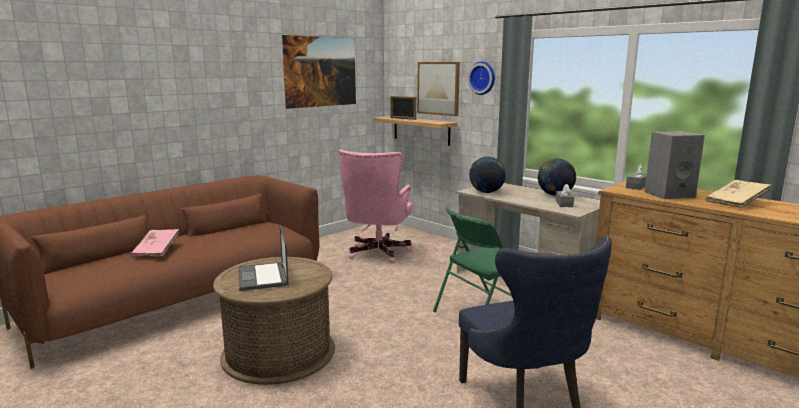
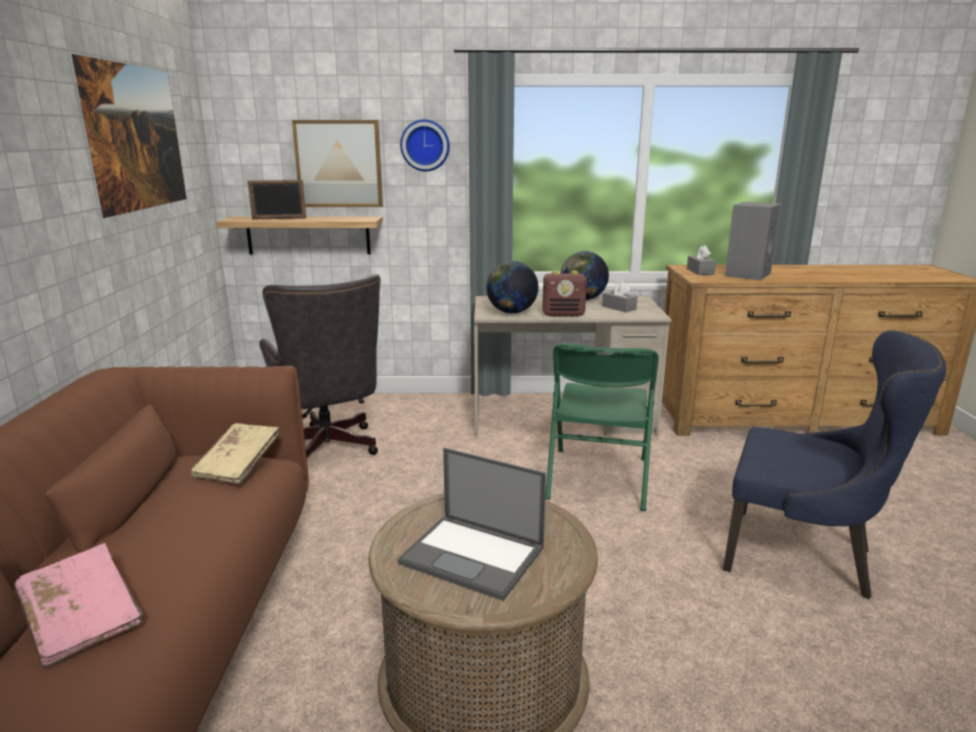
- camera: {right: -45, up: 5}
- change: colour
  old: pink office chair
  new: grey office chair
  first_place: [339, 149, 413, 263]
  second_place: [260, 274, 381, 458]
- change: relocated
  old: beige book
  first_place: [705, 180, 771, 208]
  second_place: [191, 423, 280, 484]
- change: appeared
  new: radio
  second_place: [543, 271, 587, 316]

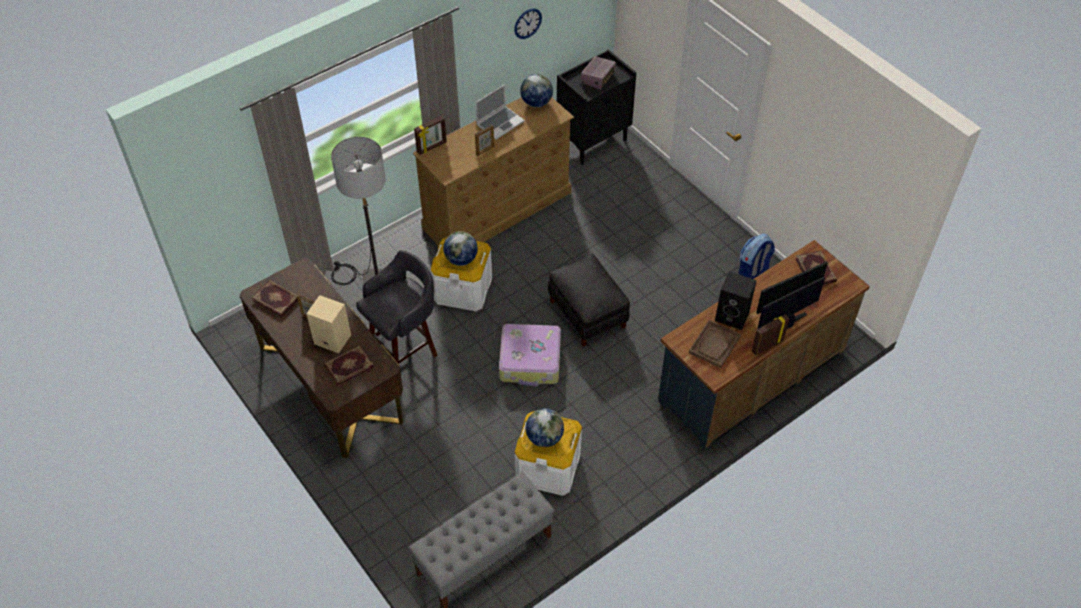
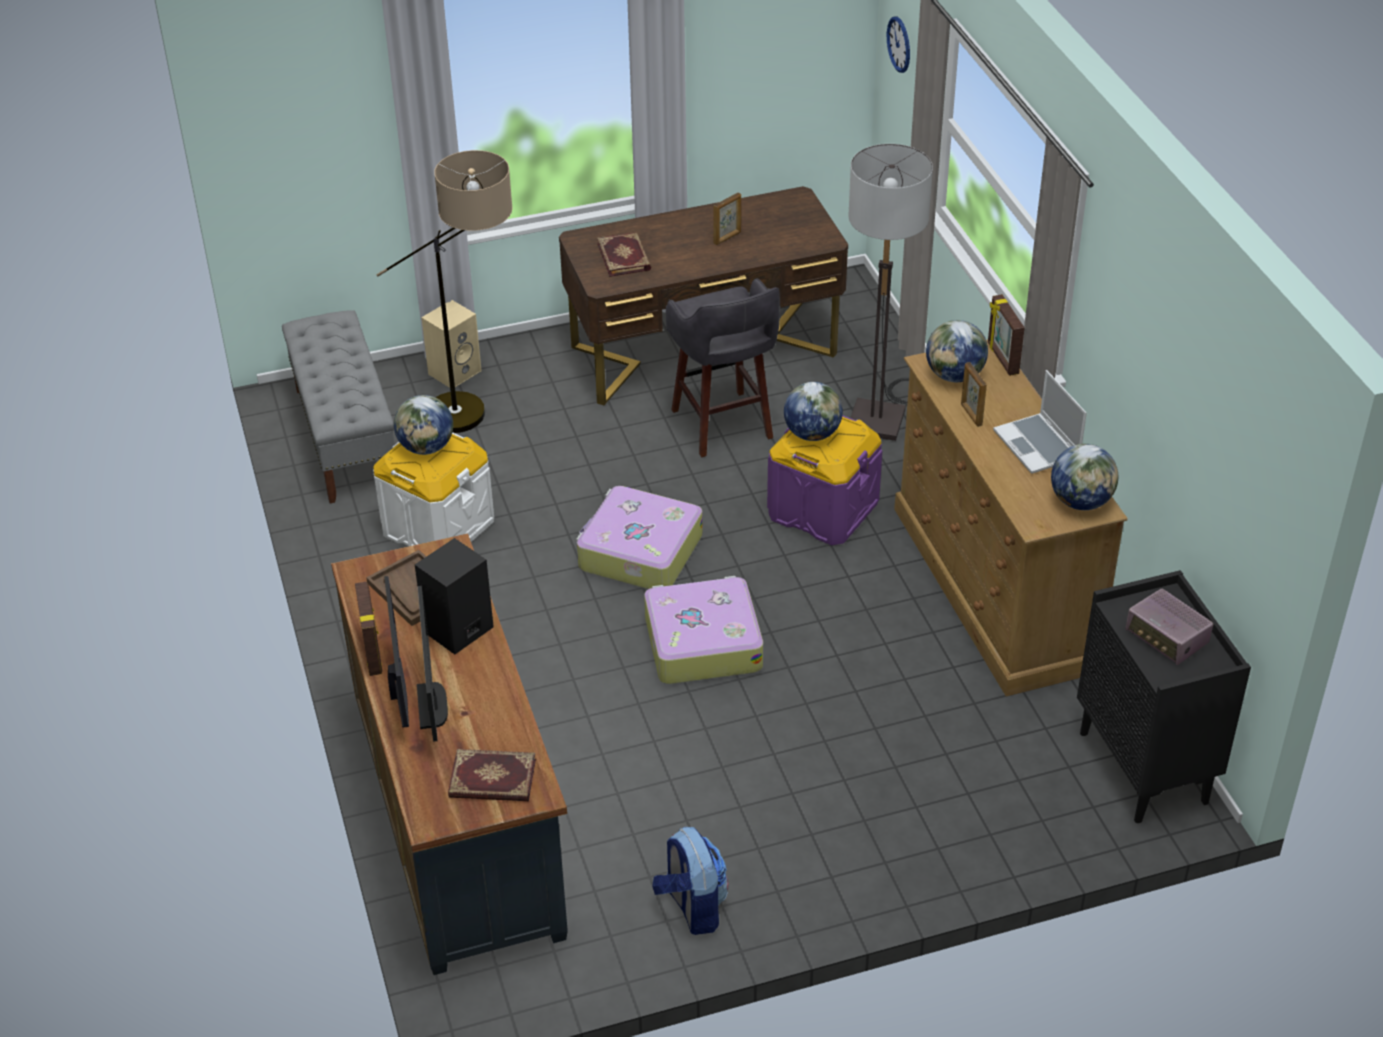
- camera: {right: 110, up: -10}
- change: relocated
  old: wall clock
  first_place: [514, 8, 542, 39]
  second_place: [887, 17, 910, 73]
- change: colour
  old: white storage box
  new: purple storage box
  first_place: [431, 237, 492, 311]
  second_place: [767, 415, 882, 545]
- change: exchanged
  old: black ottoman
  new: suitcase
  first_place: [548, 253, 630, 346]
  second_place: [644, 576, 763, 684]
- change: missing
  old: book
  first_place: [251, 280, 298, 317]
- change: relocated
  old: beige speaker
  first_place: [307, 295, 351, 353]
  second_place: [421, 300, 482, 388]
- change: appeared
  new: floor lamp
  second_place: [377, 150, 513, 433]
- change: appeared
  new: globe
  second_place: [926, 320, 988, 382]

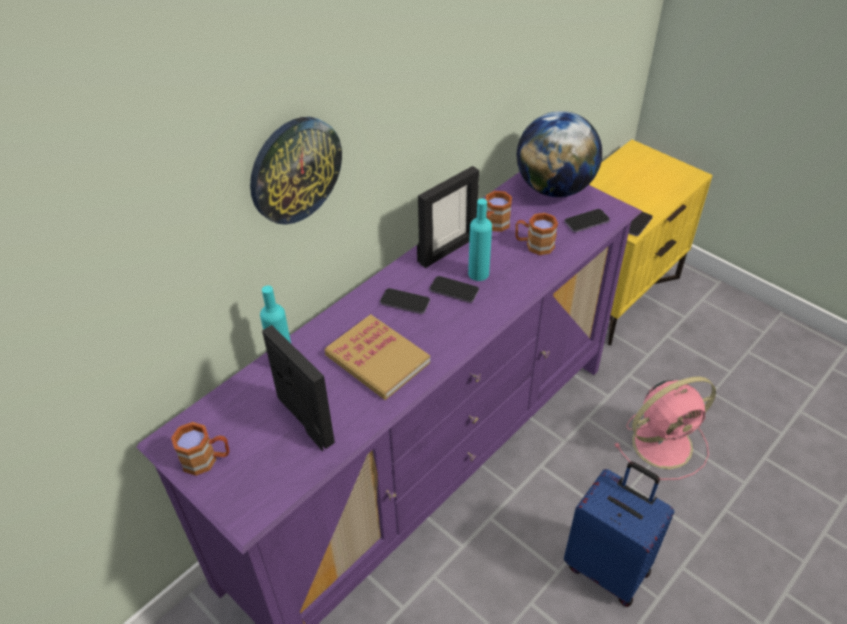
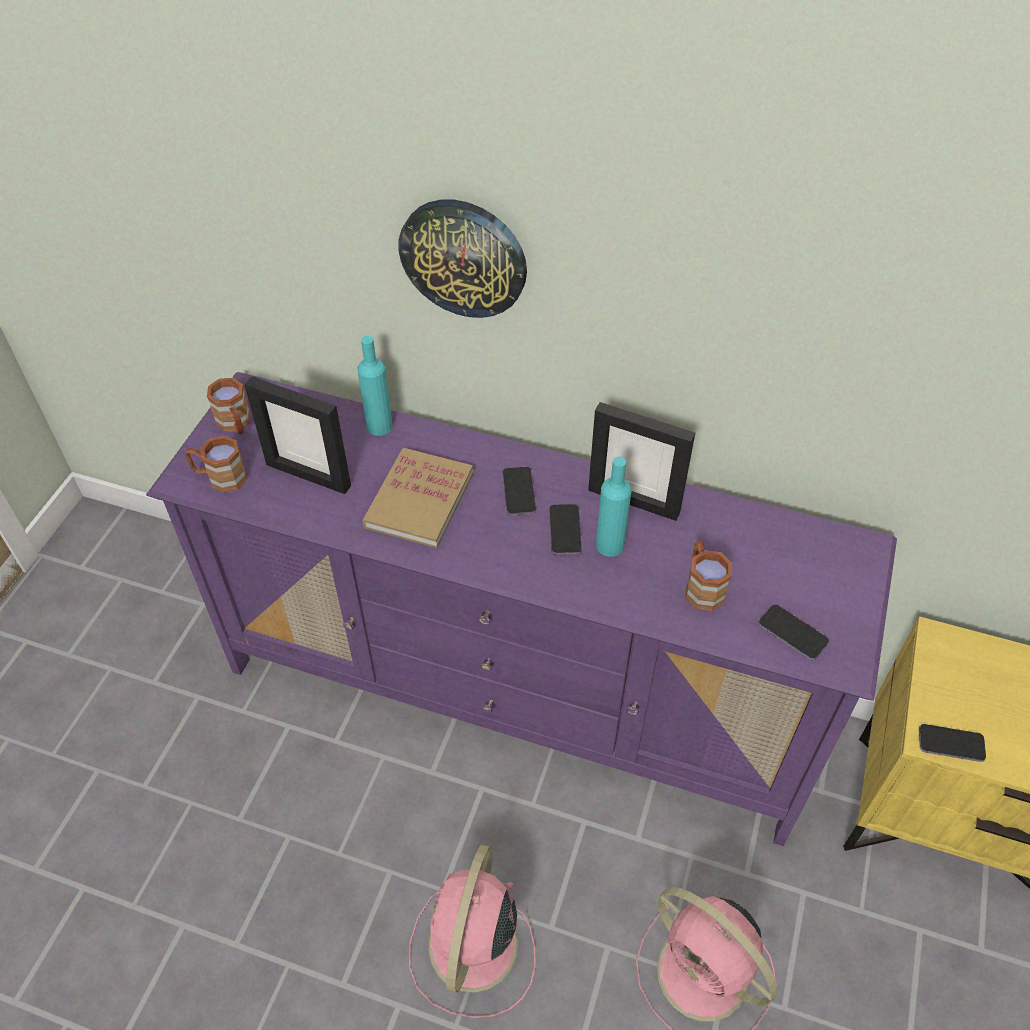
- camera: {right: 65, up: 5}
- change: missing
  old: globe
  first_place: [517, 111, 602, 197]
- change: relocated
  old: brown mug
  first_place: [486, 191, 512, 232]
  second_place: [186, 436, 247, 493]
- change: spun
  old: picture frame
  first_place: [262, 325, 335, 451]
  second_place: [244, 376, 351, 494]
  degrees: 90
- change: exchanged
  old: blue suitcase
  new: pink fan
  first_place: [564, 461, 674, 607]
  second_place: [409, 845, 536, 1018]

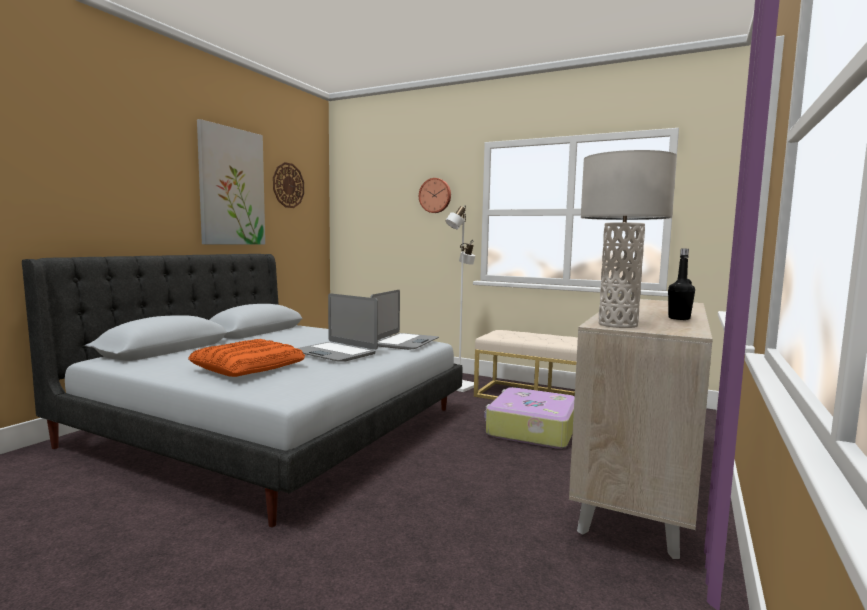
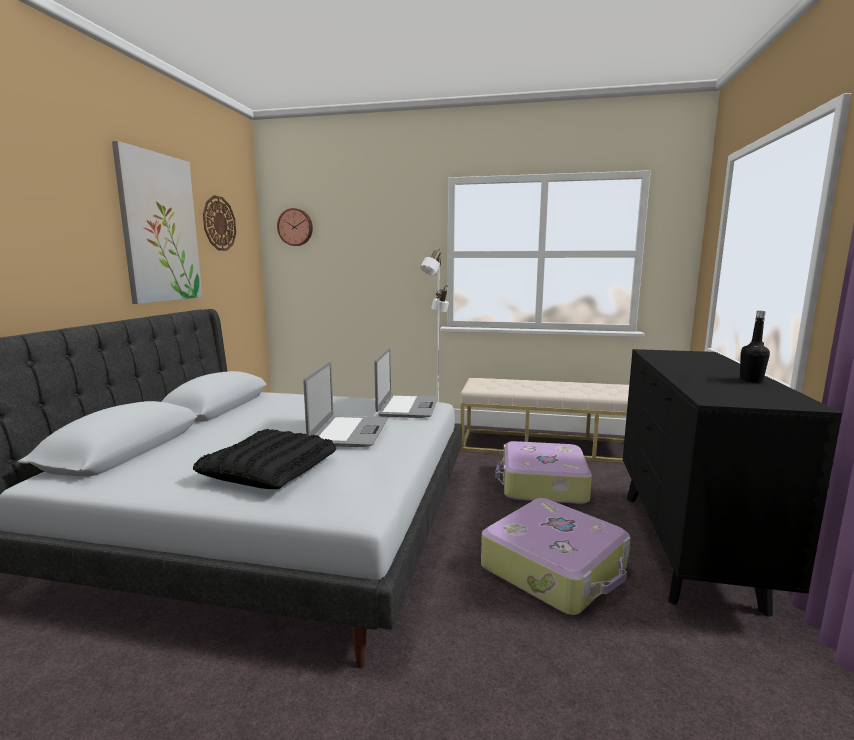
- camera: {right: -15, up: 5}
- change: missing
  old: white table lamp
  first_place: [581, 150, 677, 328]
- change: relocated
  old: wall clock
  first_place: [419, 178, 451, 213]
  second_place: [277, 208, 313, 246]
- change: spun
  old: laptop
  first_place: [297, 293, 378, 362]
  second_place: [303, 362, 388, 447]
  degrees: -105
- change: colour
  old: white dresser
  new: black dresser
  first_place: [569, 298, 713, 559]
  second_place: [623, 349, 842, 617]
- change: colour
  old: orange pillow
  new: black pillow
  first_place: [189, 339, 305, 377]
  second_place: [193, 429, 336, 489]
- change: appeared
  new: suitcase
  second_place: [481, 498, 631, 615]

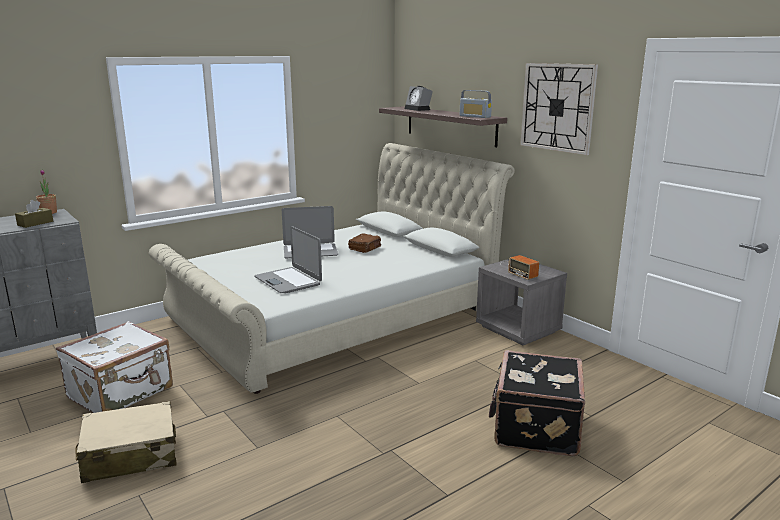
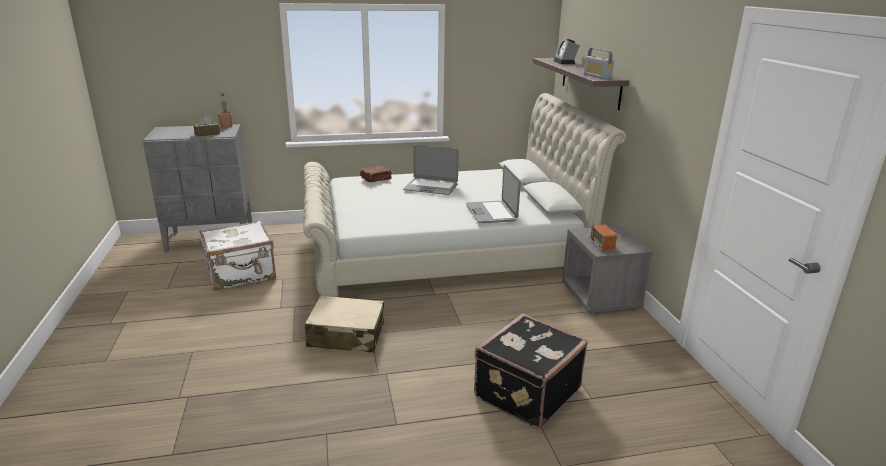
- camera: {right: 25, up: 5}
- change: missing
  old: wall clock
  first_place: [520, 63, 598, 155]
- change: relocated
  old: laptop
  first_place: [254, 226, 322, 293]
  second_place: [466, 165, 521, 223]
- change: relocated
  old: brown book
  first_place: [348, 233, 381, 253]
  second_place: [360, 165, 392, 182]
- change: relocated
  old: beige suitcase
  first_place: [75, 401, 177, 483]
  second_place: [305, 295, 384, 353]

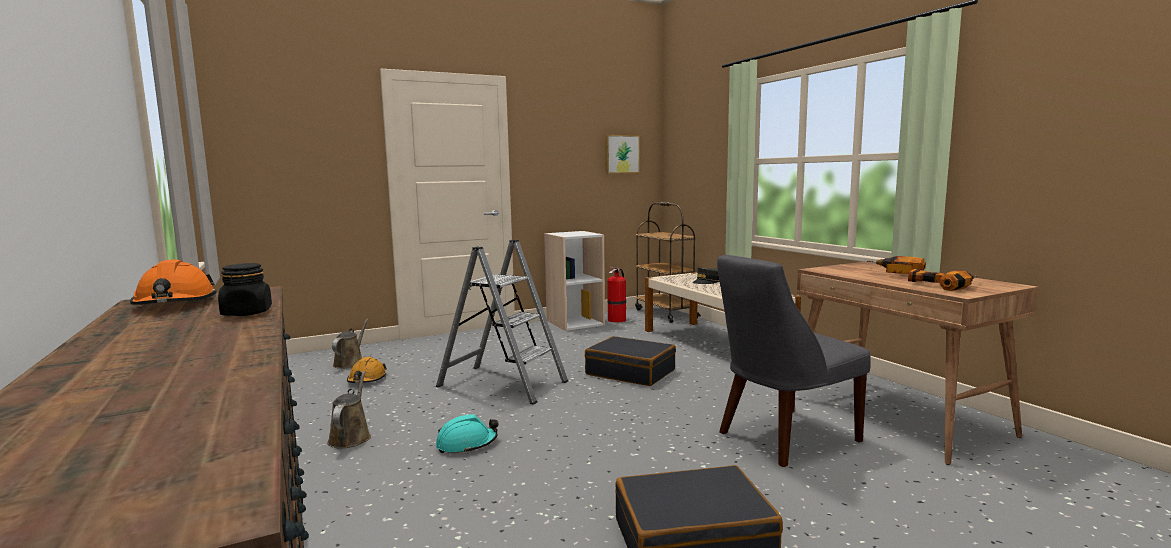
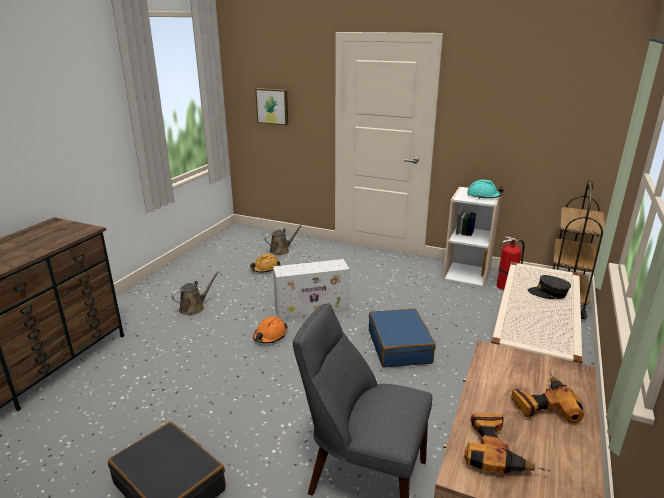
- camera: {right: 50, up: 15}
- change: relocated
  old: picture
  first_place: [605, 135, 640, 174]
  second_place: [255, 88, 288, 125]
- change: exchanged
  old: grey step ladder
  new: white storage box
  first_place: [435, 240, 569, 405]
  second_place: [273, 259, 350, 320]
- change: relocated
  old: orange hard hat
  first_place: [130, 259, 217, 305]
  second_place: [253, 316, 288, 344]
- change: missing
  old: black jar
  first_place: [218, 263, 272, 316]
- change: colour
  old: black suitcase
  new: blue suitcase
  first_place: [585, 336, 676, 386]
  second_place: [369, 308, 436, 367]
- change: relocated
  old: turquoise hard hat
  first_place: [436, 414, 498, 454]
  second_place: [467, 180, 504, 199]

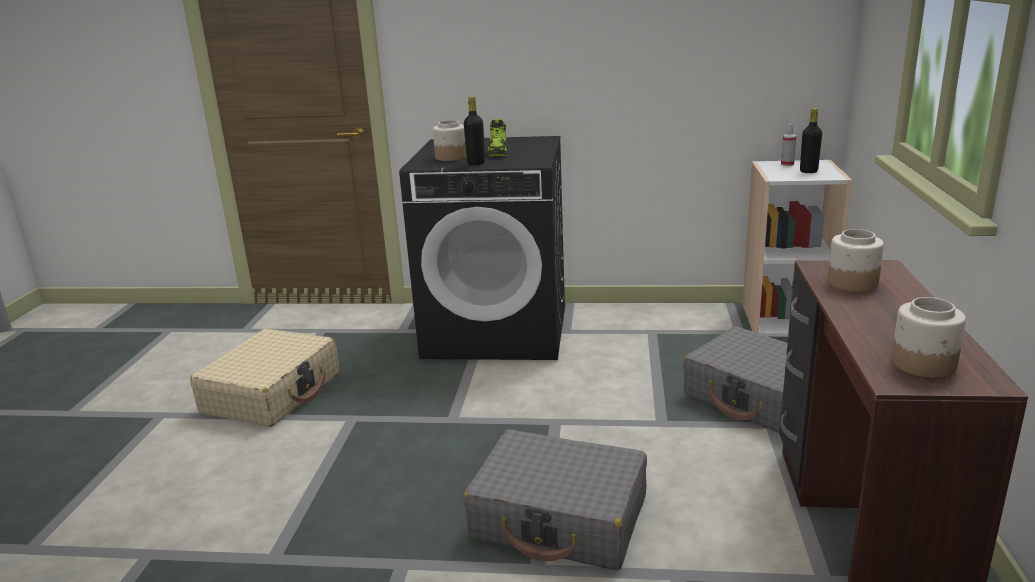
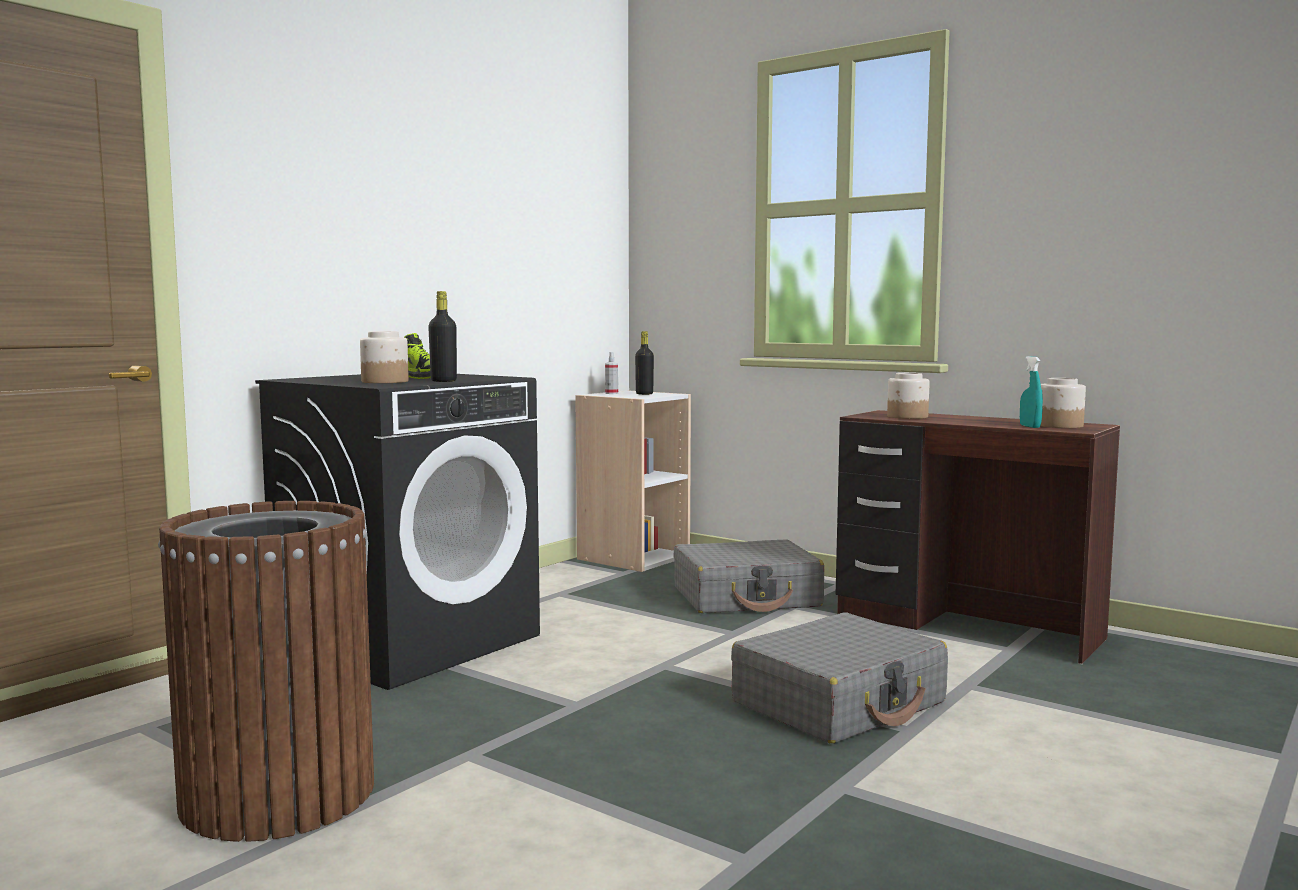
- camera: {right: -60, up: -15}
- change: exchanged
  old: beige suitcase
  new: brown trash can
  first_place: [190, 329, 339, 427]
  second_place: [158, 501, 374, 842]
- change: appeared
  new: turquoise spray bottle
  second_place: [1020, 356, 1043, 428]

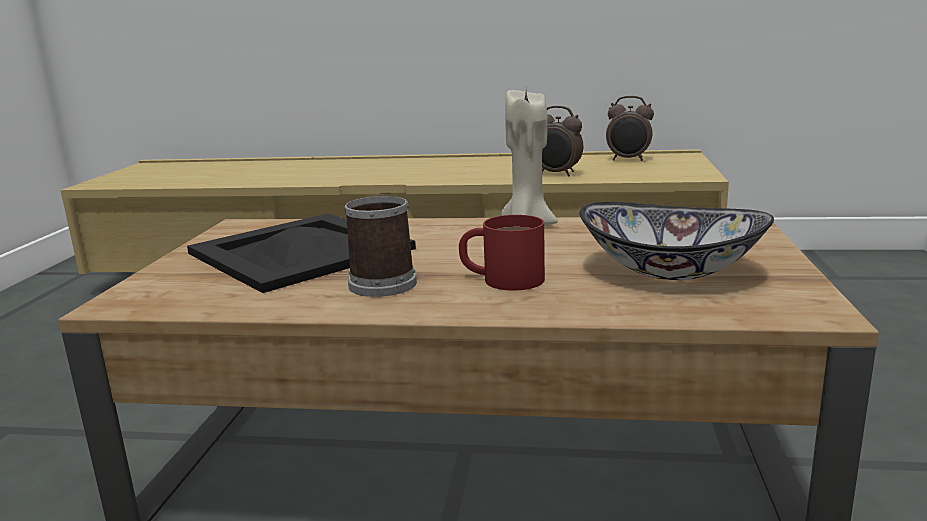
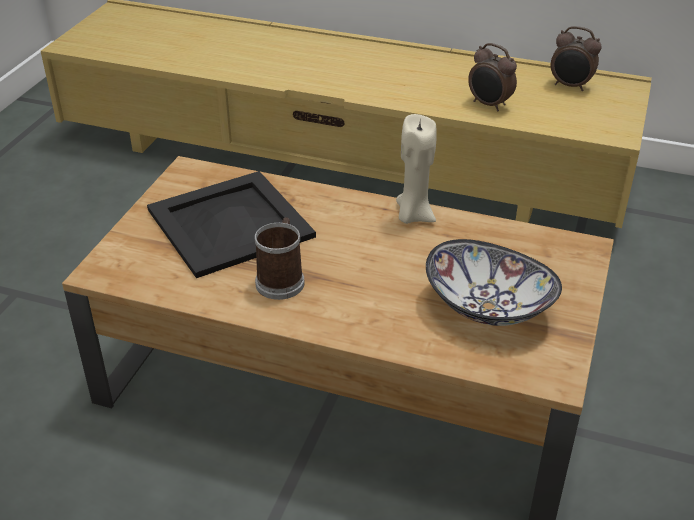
- camera: {right: 10, up: 20}
- change: missing
  old: red mug
  first_place: [459, 215, 545, 291]

